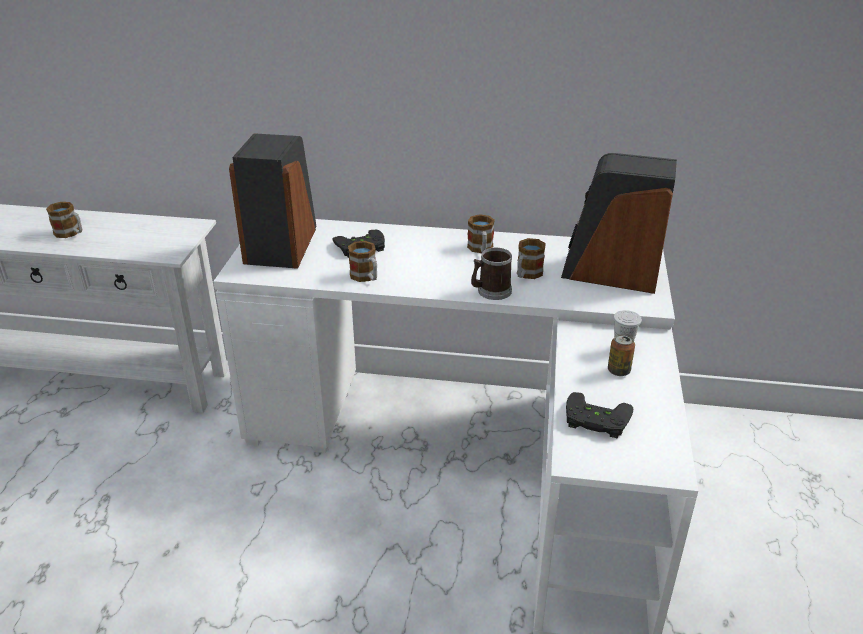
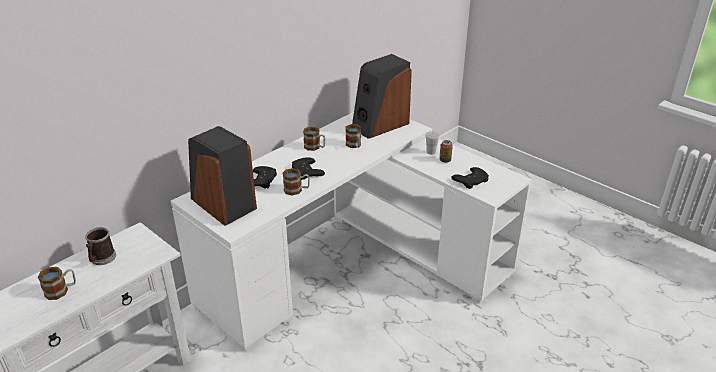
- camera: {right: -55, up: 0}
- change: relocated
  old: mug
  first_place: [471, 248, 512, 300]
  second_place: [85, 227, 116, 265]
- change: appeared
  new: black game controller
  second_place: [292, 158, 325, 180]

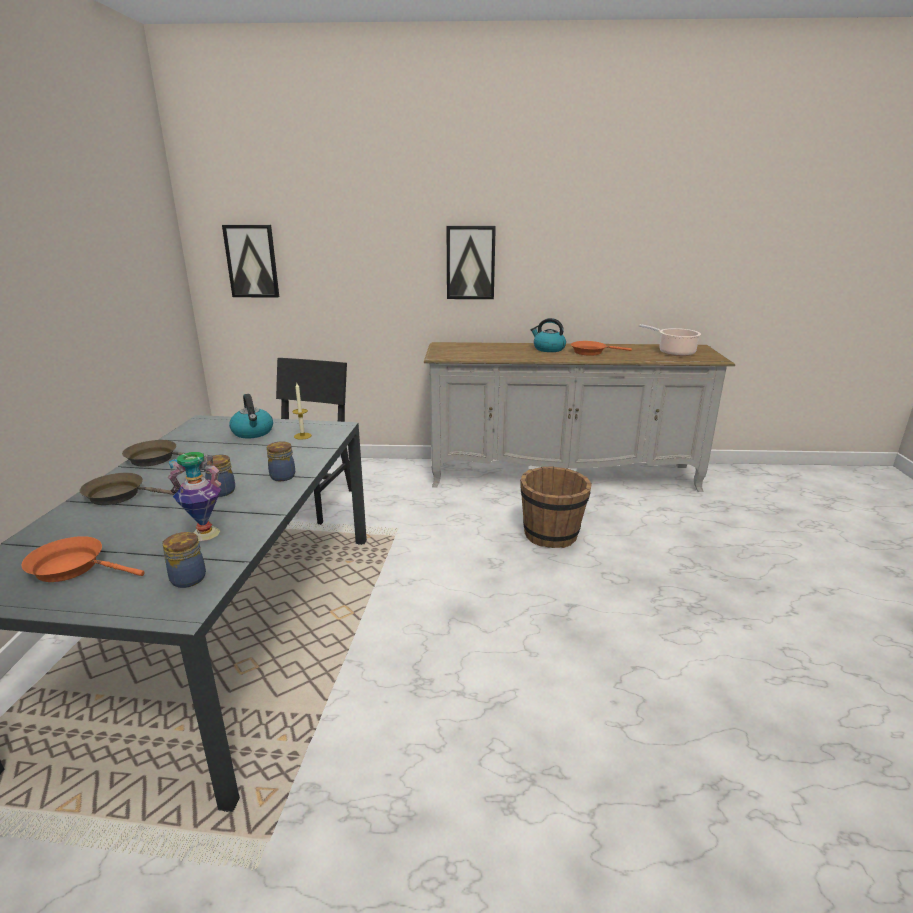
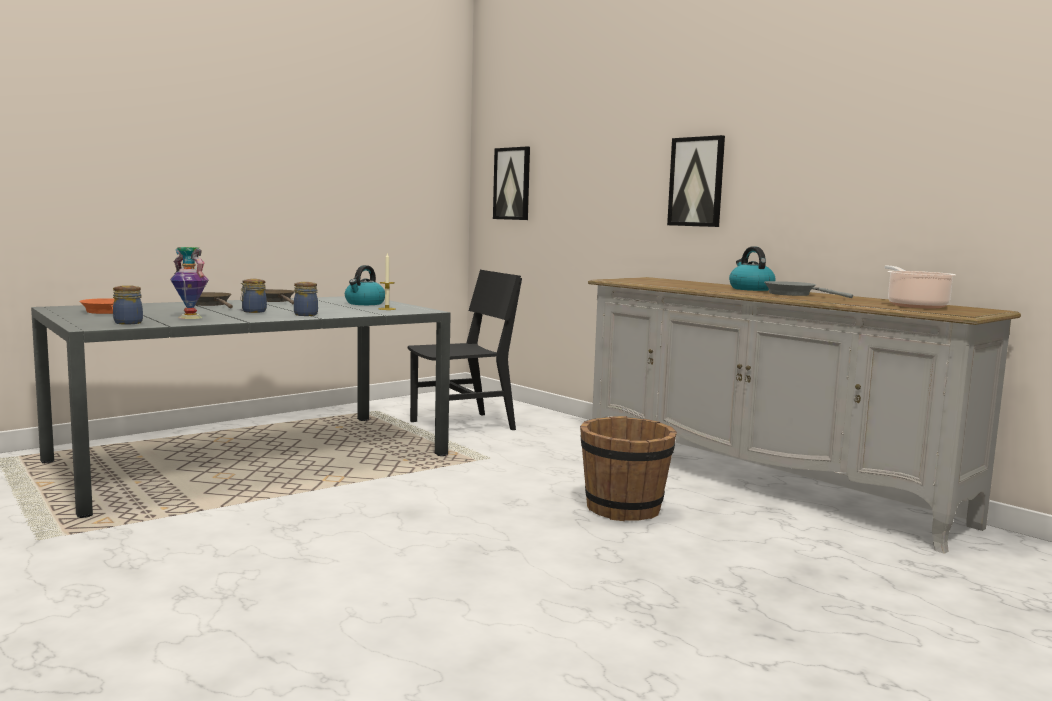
- camera: {right: 45, up: -15}
- change: colour
  old: orange frying pan
  new: grey frying pan
  first_place: [571, 341, 632, 356]
  second_place: [764, 281, 853, 298]

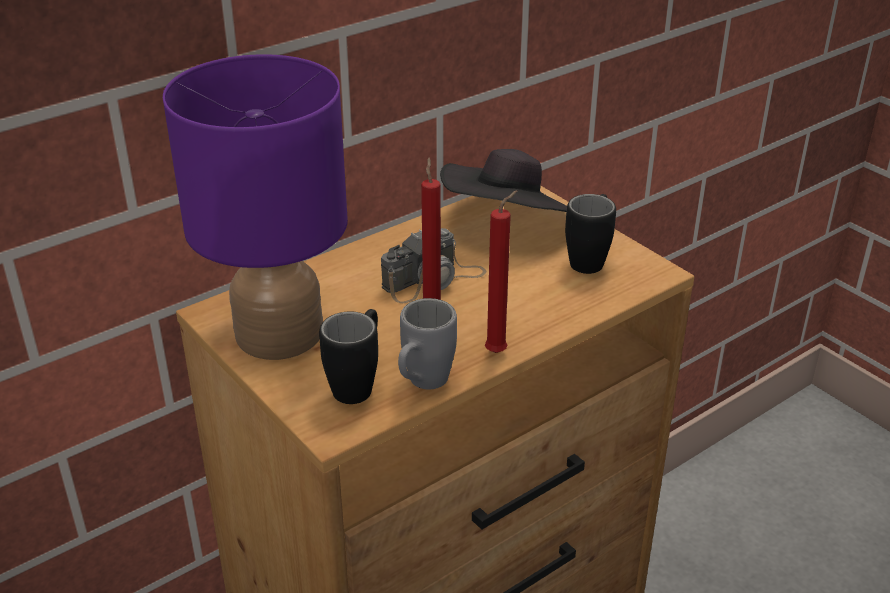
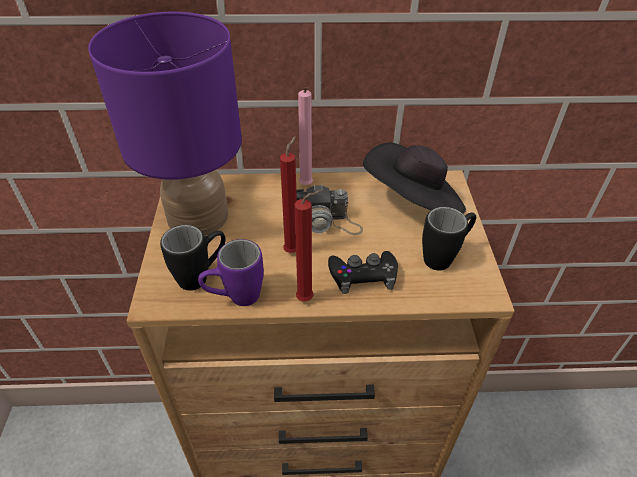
- camera: {right: 35, up: 10}
- change: colour
  old: grey mug
  new: purple mug
  first_place: [398, 298, 457, 389]
  second_place: [198, 239, 264, 306]
- change: appeared
  new: pink candle
  second_place: [298, 87, 313, 185]
- change: appeared
  new: black game controller
  second_place: [328, 251, 398, 294]

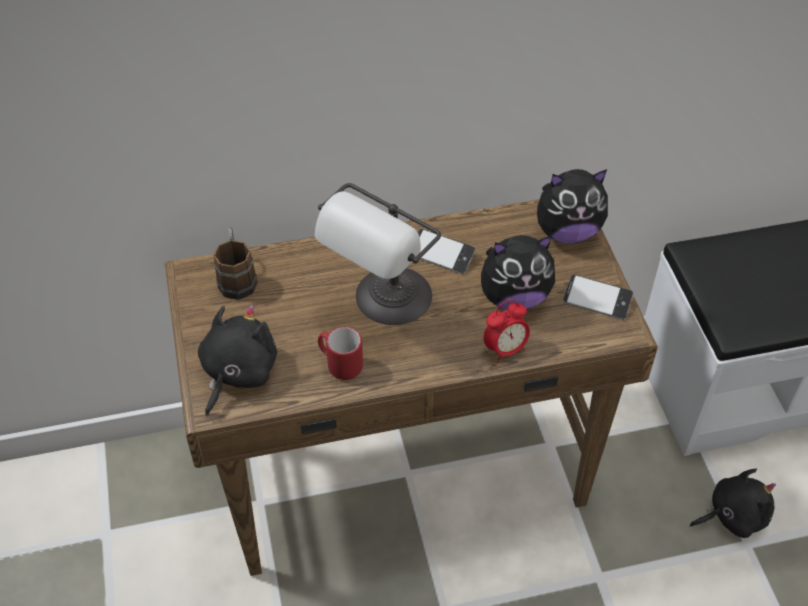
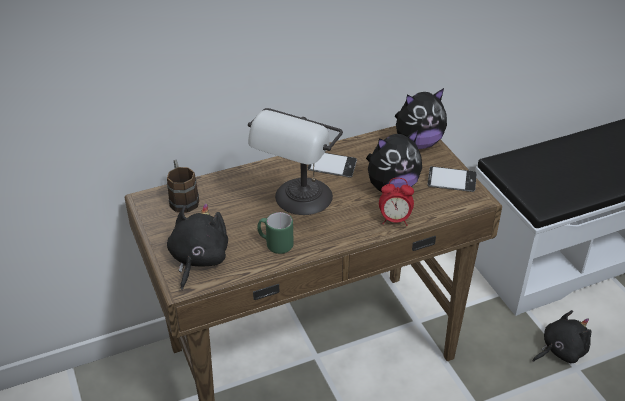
- camera: {right: -10, up: -10}
- change: spun
  old: alarm clock
  first_place: [484, 300, 530, 363]
  second_place: [379, 178, 414, 226]
  degrees: 45
- change: colour
  old: red mug
  new: green mug
  first_place: [318, 327, 363, 380]
  second_place: [257, 212, 294, 254]

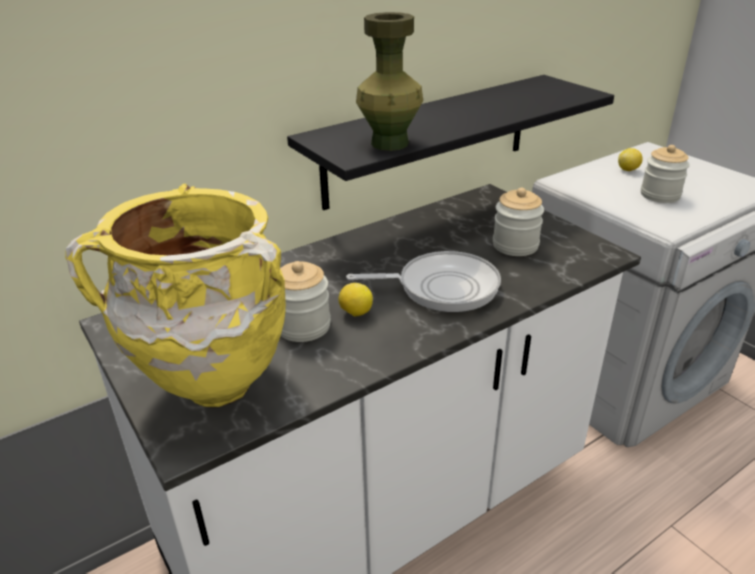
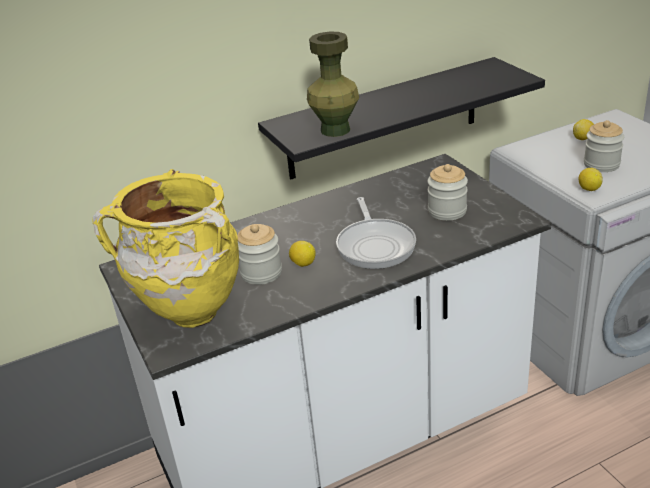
- camera: {right: 10, up: 0}
- change: spun
  old: frying pan
  first_place: [346, 251, 501, 312]
  second_place: [336, 197, 416, 269]
  degrees: 75
- change: appeared
  new: lemon
  second_place: [578, 168, 603, 191]

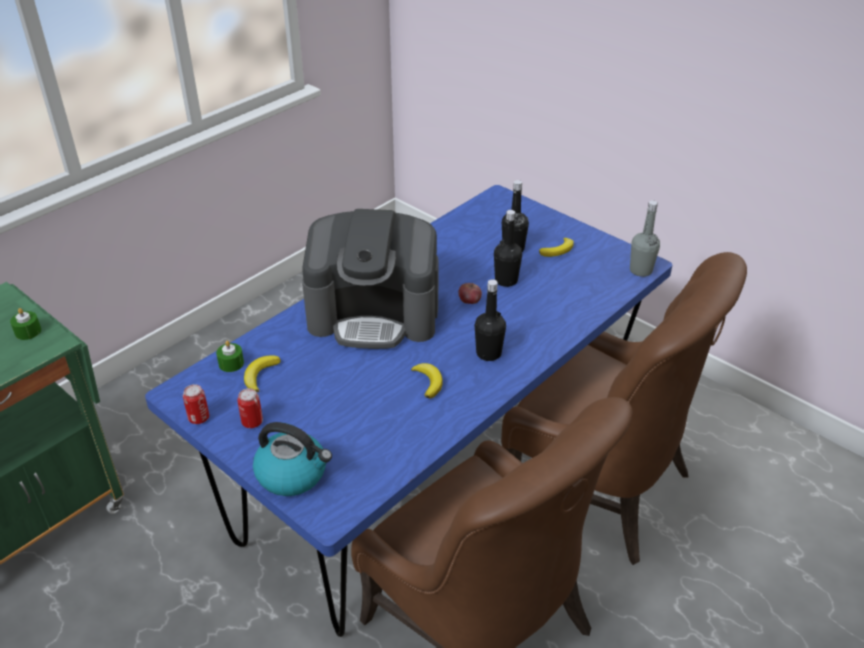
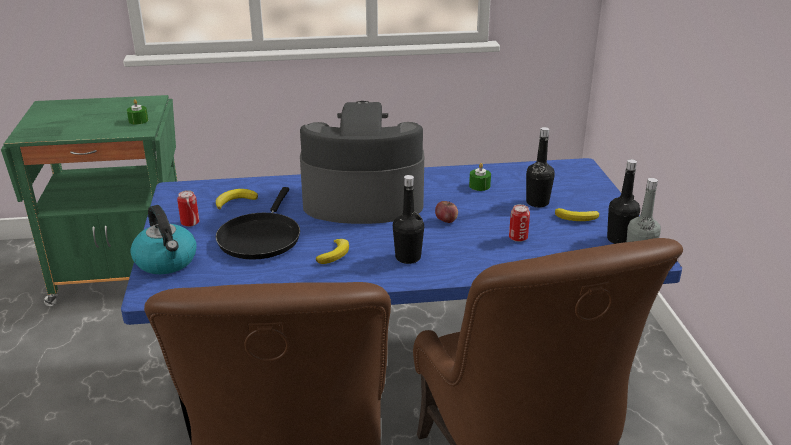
- camera: {right: 40, up: -10}
- change: spun
  old: coffee machine
  first_place: [302, 209, 439, 349]
  second_place: [300, 101, 424, 224]
  degrees: 135
- change: relocated
  old: black bottle
  first_place: [494, 210, 522, 287]
  second_place: [607, 159, 640, 244]
- change: relocated
  old: green candle
  first_place: [216, 341, 244, 372]
  second_place: [469, 163, 491, 191]
- change: relocated
  old: can
  first_place: [183, 384, 209, 424]
  second_place: [509, 204, 530, 242]
- change: appeared
  new: black frying pan
  second_place: [216, 187, 300, 260]

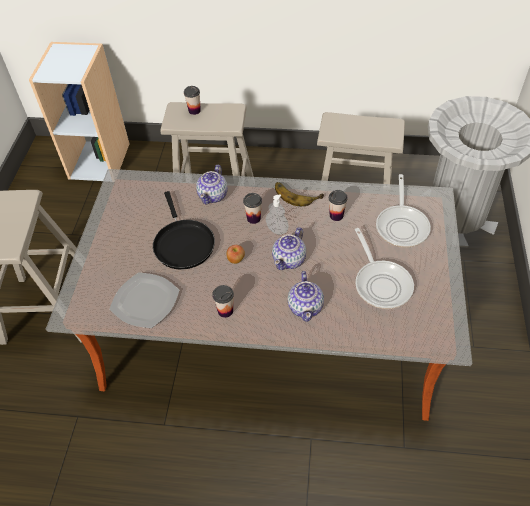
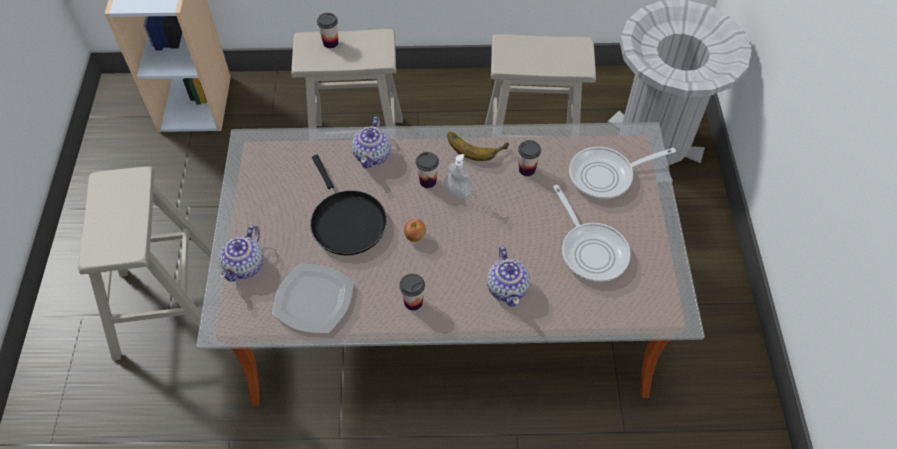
- camera: {right: -10, up: 5}
- change: spun
  old: frying pan
  first_place: [376, 174, 431, 248]
  second_place: [569, 147, 676, 199]
  degrees: 75
- change: relocated
  old: teapot
  first_place: [272, 227, 306, 270]
  second_place: [219, 225, 264, 282]

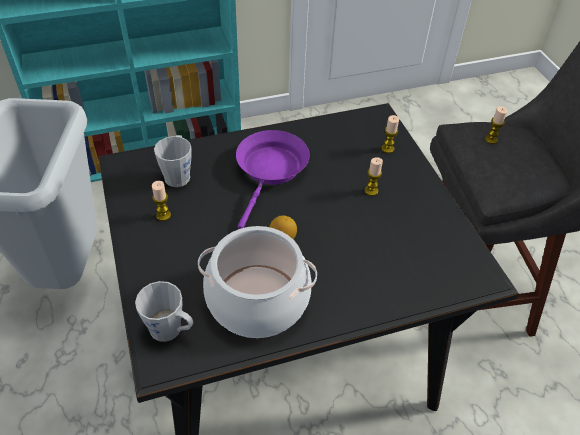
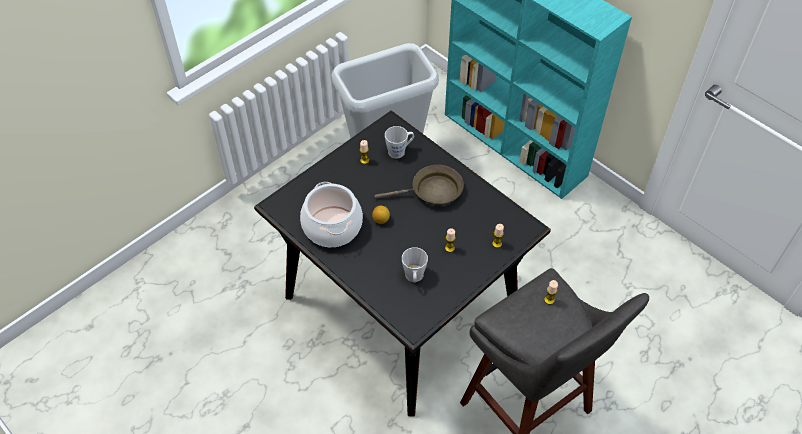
- camera: {right: 65, up: 5}
- change: colour
  old: purple frying pan
  new: brown frying pan
  first_place: [236, 130, 310, 229]
  second_place: [374, 165, 464, 206]
- change: relocated
  old: grey mug
  first_place: [135, 281, 193, 342]
  second_place: [402, 247, 428, 283]

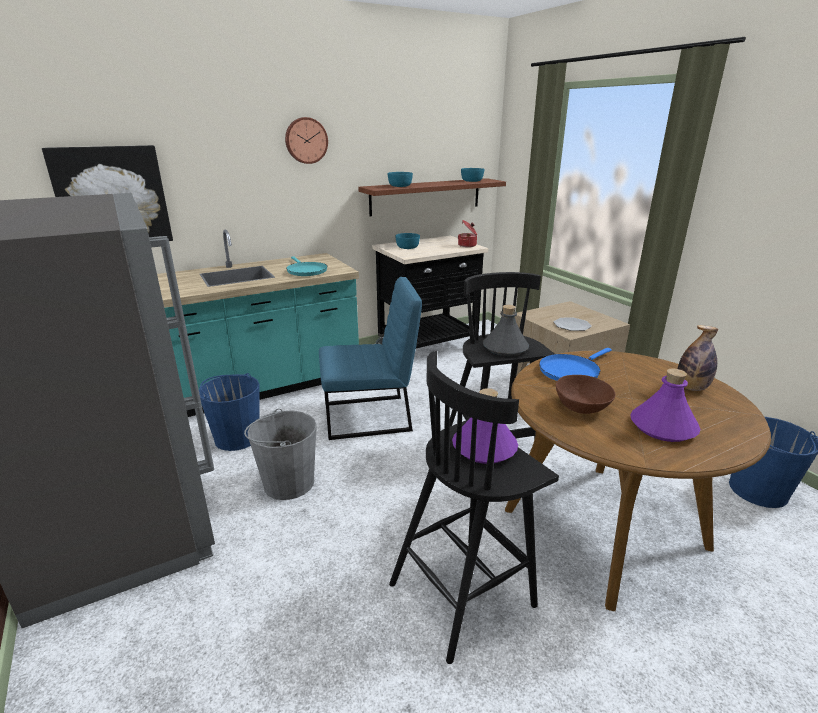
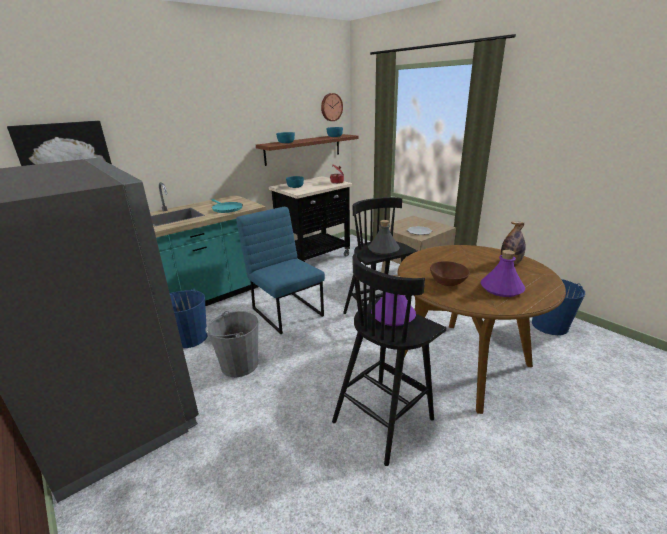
- camera: {right: -10, up: 0}
- change: relocated
  old: wall clock
  first_place: [285, 117, 328, 164]
  second_place: [321, 93, 343, 121]
- change: spun
  old: blue chair
  first_place: [319, 277, 422, 440]
  second_place: [236, 207, 325, 334]
  degrees: -105
- change: missing
  old: blue frying pan
  first_place: [539, 348, 612, 381]

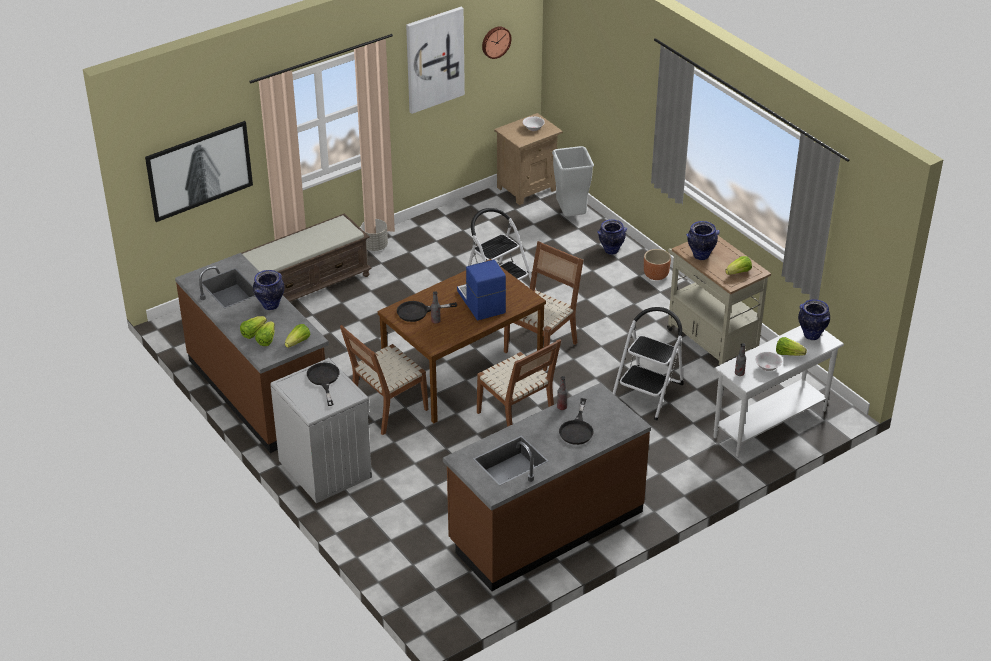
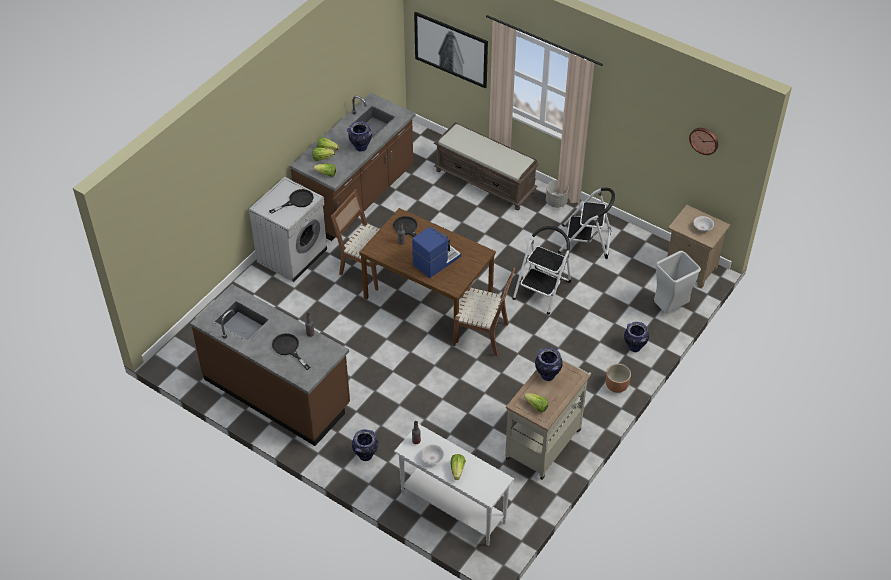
- camera: {right: 70, up: 10}
- change: missing
  old: picture
  first_place: [406, 7, 465, 114]
- change: relocated
  old: vase
  first_place: [798, 299, 830, 340]
  second_place: [352, 429, 378, 461]
- change: relocated
  old: step ladder
  first_place: [613, 307, 684, 420]
  second_place: [558, 188, 615, 259]
- change: missing
  old: chair
  first_place: [477, 339, 561, 427]
- change: spun
  old: black frying pan
  first_place: [559, 398, 593, 445]
  second_place: [272, 333, 310, 370]
  degrees: 60

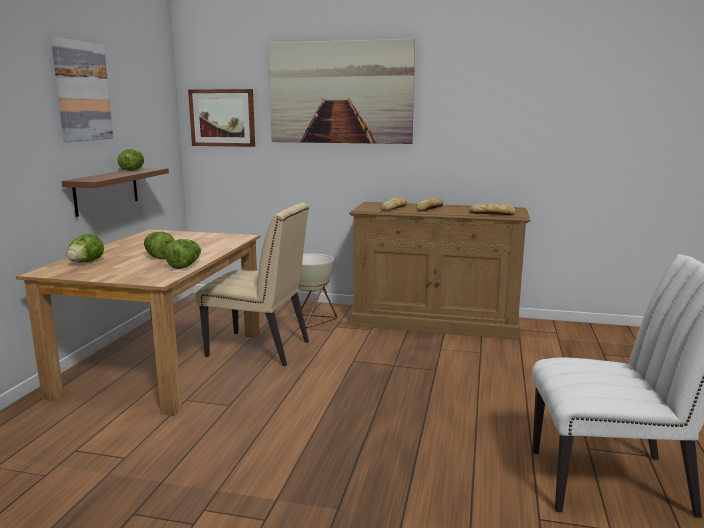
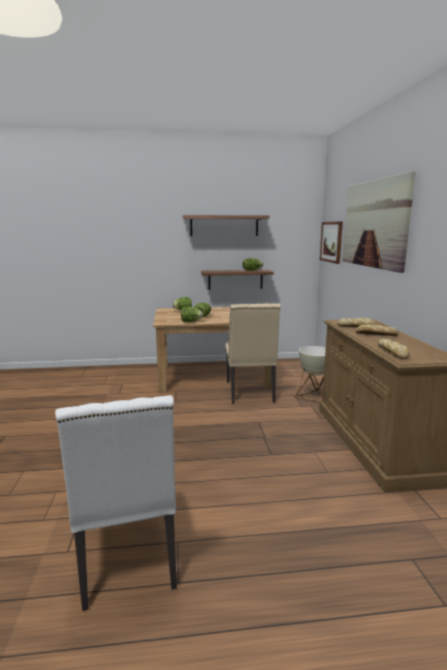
- camera: {right: 70, up: 0}
- change: exchanged
  old: picture
  new: shelf
  first_place: [51, 37, 114, 142]
  second_place: [183, 215, 269, 236]

